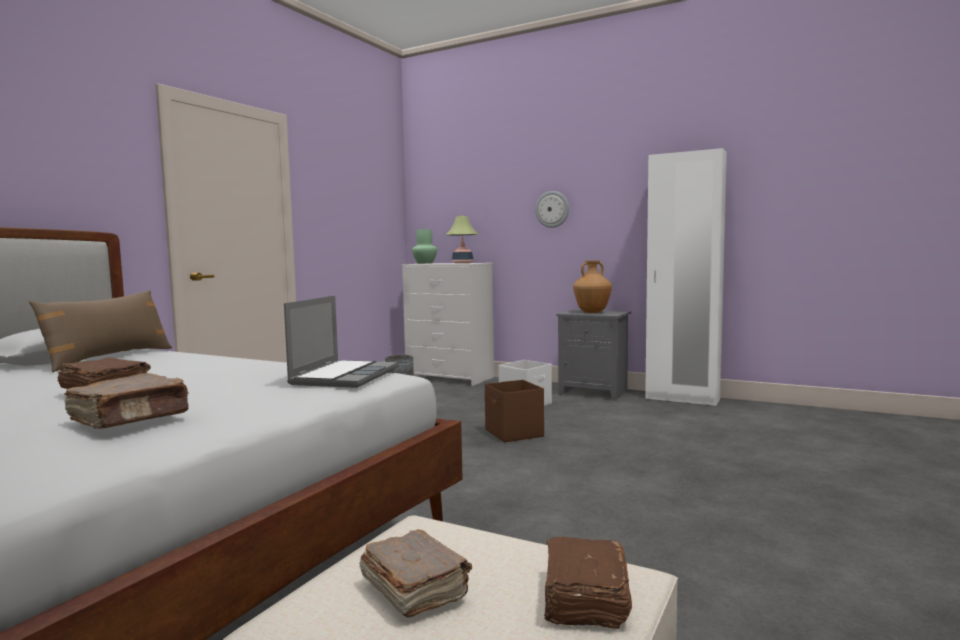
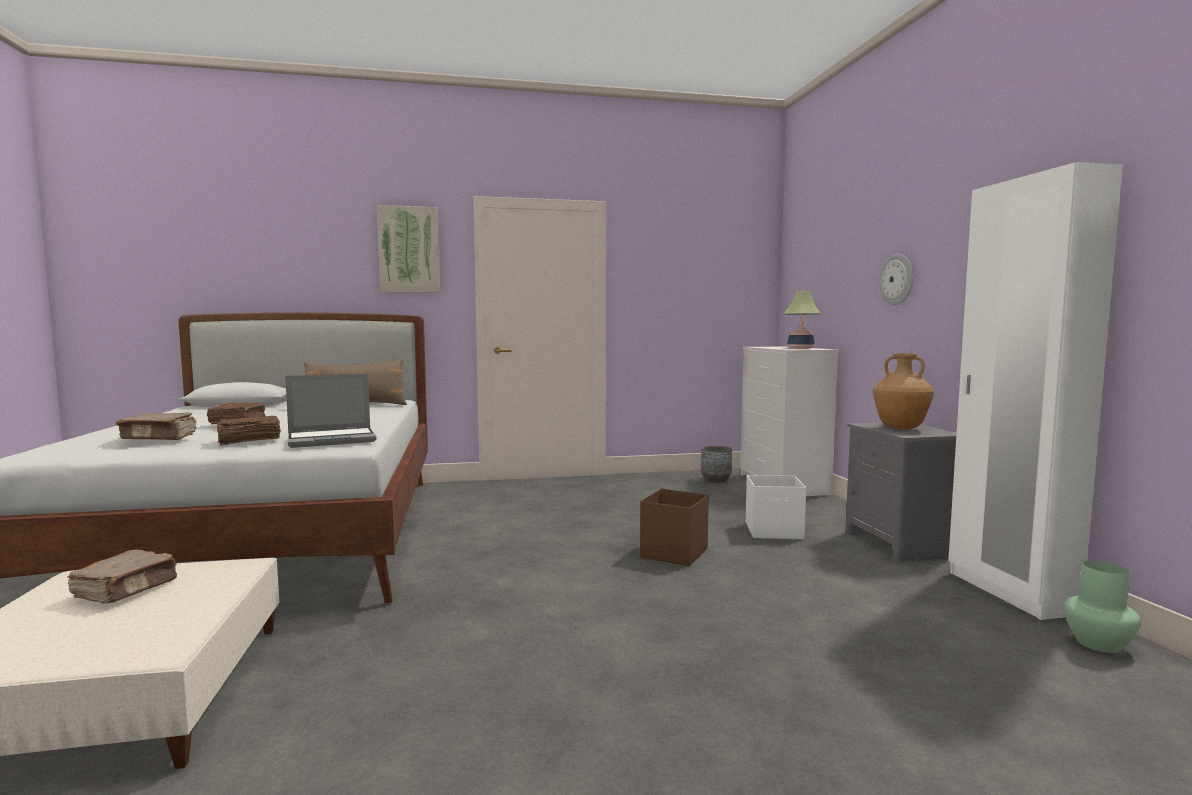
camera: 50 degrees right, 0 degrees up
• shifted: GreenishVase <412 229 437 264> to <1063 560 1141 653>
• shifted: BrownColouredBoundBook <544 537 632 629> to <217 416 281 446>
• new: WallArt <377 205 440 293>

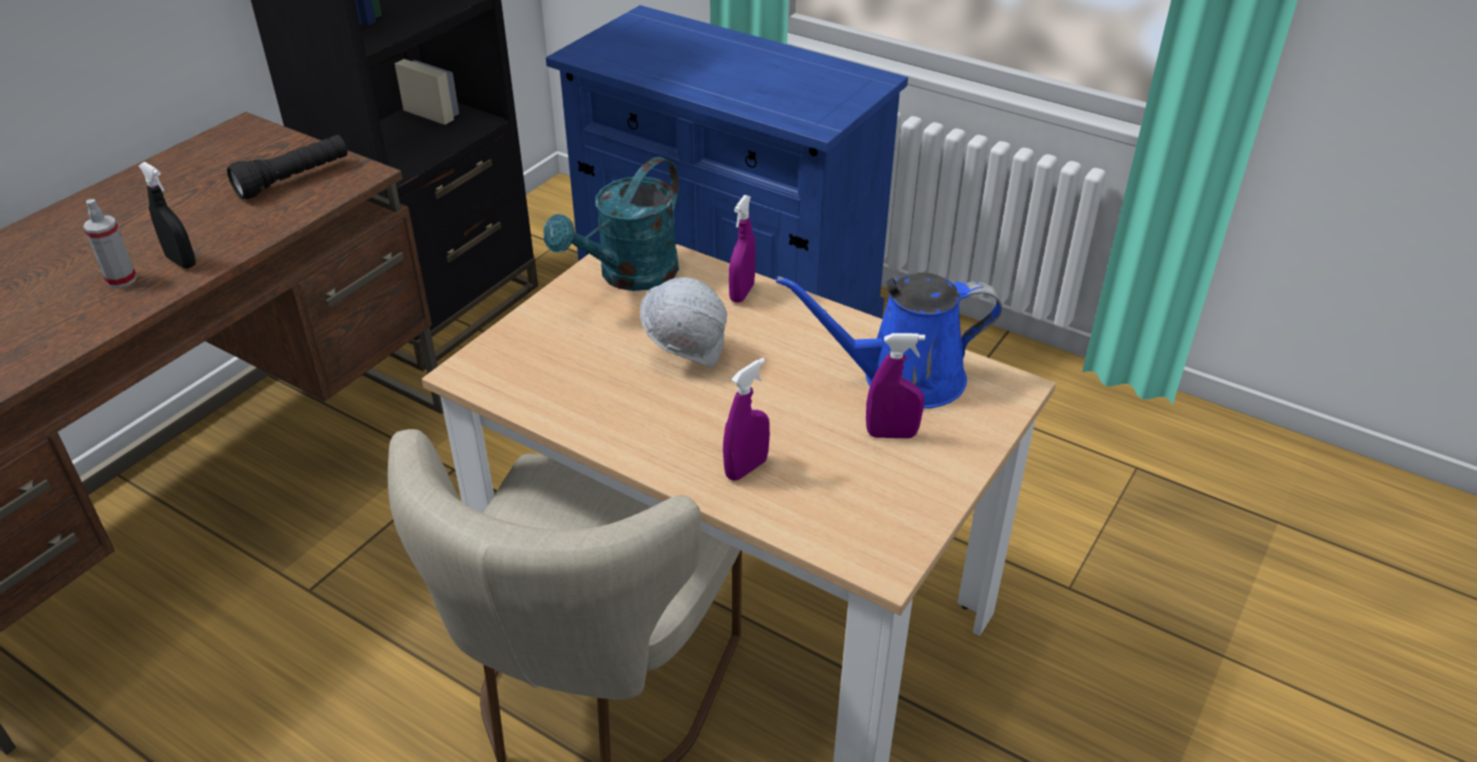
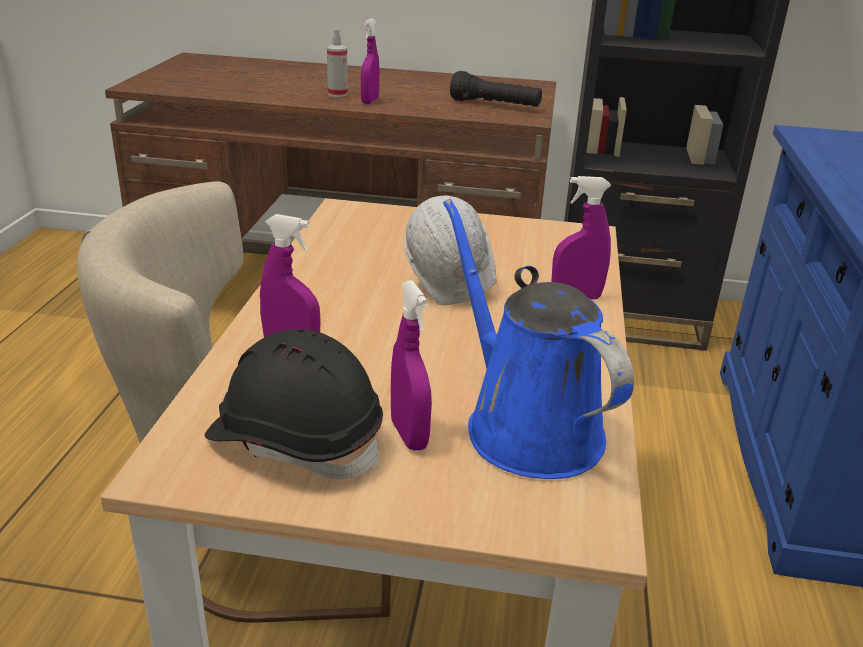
camera: 65 degrees right, 10 degrees down
• repainted: BlackColouredSprayBottle <139 162 196 268> to PurplishSprayBottle <361 18 379 104>
• gone: BlueGreenWateringCan <543 157 679 291>
• new: BlackColouredWorkHelmet <205 329 383 480>

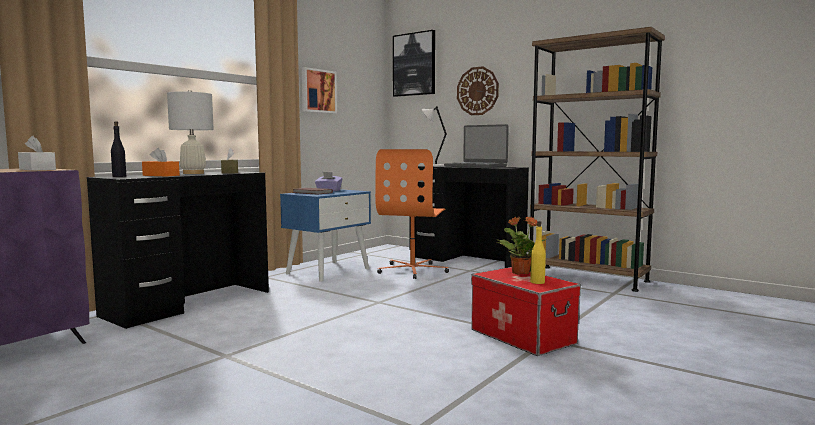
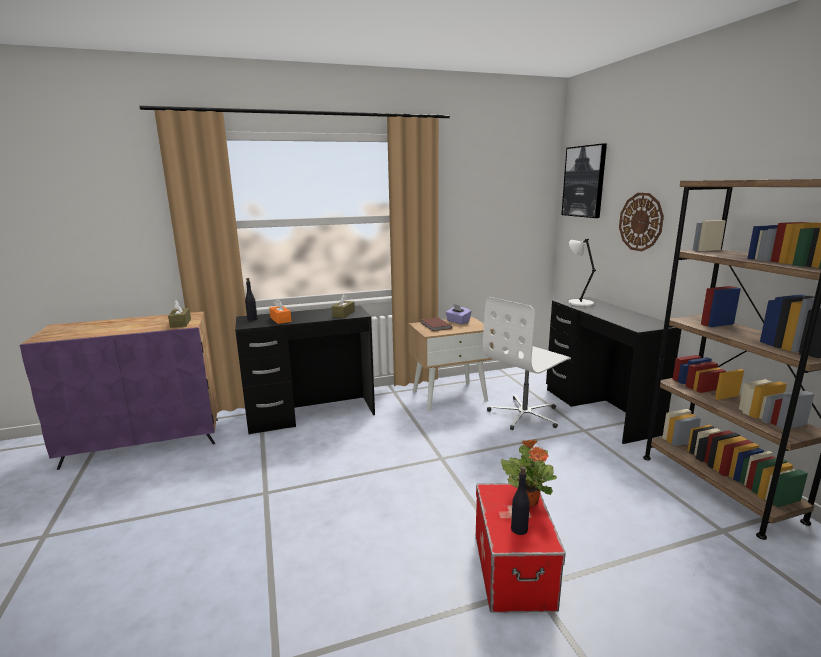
camera: 35 degrees right, 10 degrees up
• repainted: WhitishBoxOfTissues <18 136 56 171> to BrownColouredBoxOfTissues <168 301 191 328>
• gone: WhitishTableLamp <167 90 214 174>
• repainted: BlueColouredBedsideTable <280 189 371 282> to BeigeColouredBedsideTable <409 317 494 411>
• gone: WallArt <302 67 337 114>
• repainted: OrangeyOfficeChair <375 149 449 279> to WhitishOfficeChair <483 297 571 430>
• gone: PortableComputer <444 124 509 168>
• repainted: YellowishBeverageBottle <530 221 546 284> to BlackColouredBeverageBottle <511 467 530 535>

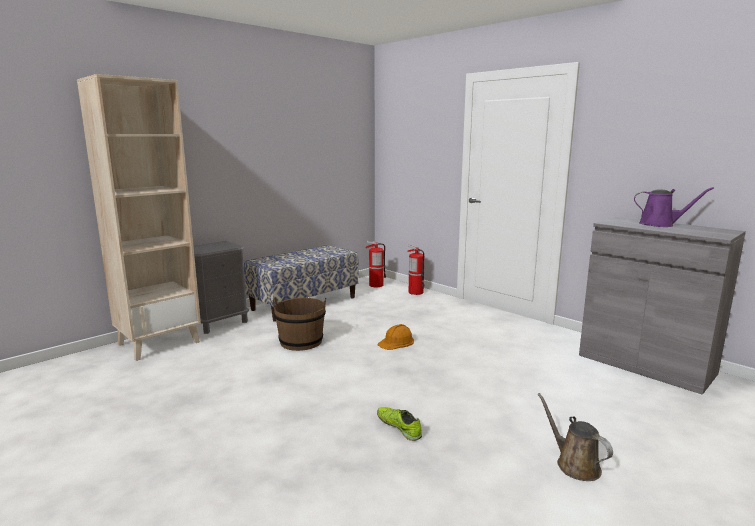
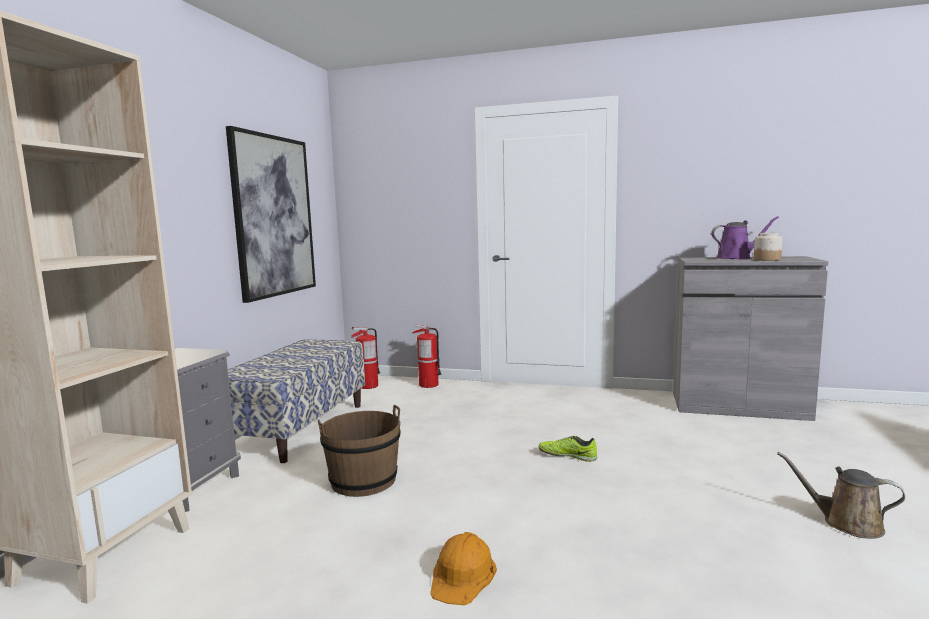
camera: 30 degrees left, 5 degrees down
• shifted: ItemOfFootwear <377 407 422 441> to <538 436 597 462>
• shifted: OrangeyWorkHelmet <378 324 414 350> to <430 532 497 605>
• new: WallArt <226 126 316 303>
• new: PreserveJar <754 233 783 261>

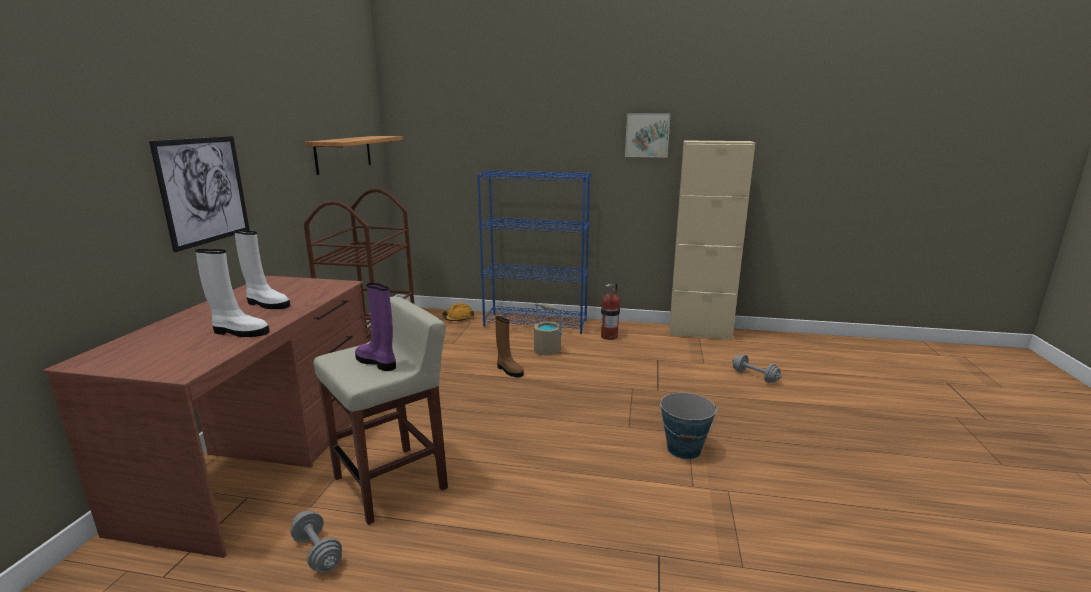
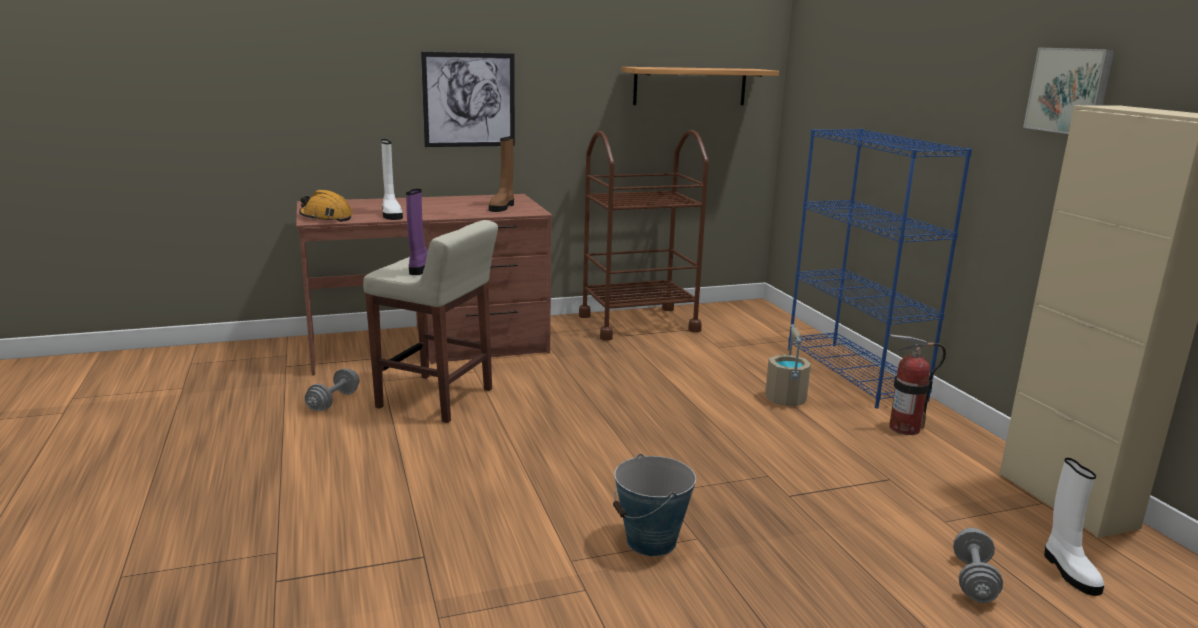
camera: 60 degrees right, 0 degrees up
• shifted: WhitishTallBoot <234 230 290 309> to <1044 458 1105 596>
• shifted: OrangeyWorkHelmet <442 303 474 321> to <299 190 353 222>
• shifted: BrownColouredTallBoot <496 316 524 378> to <489 136 514 212>

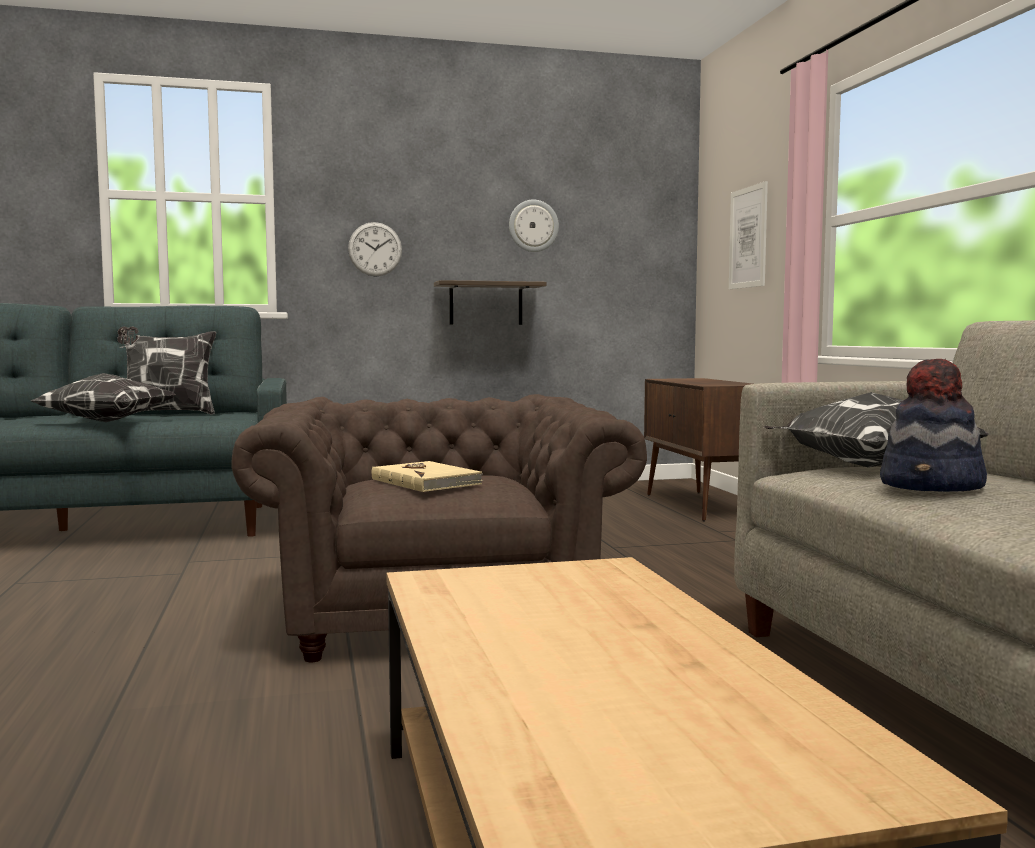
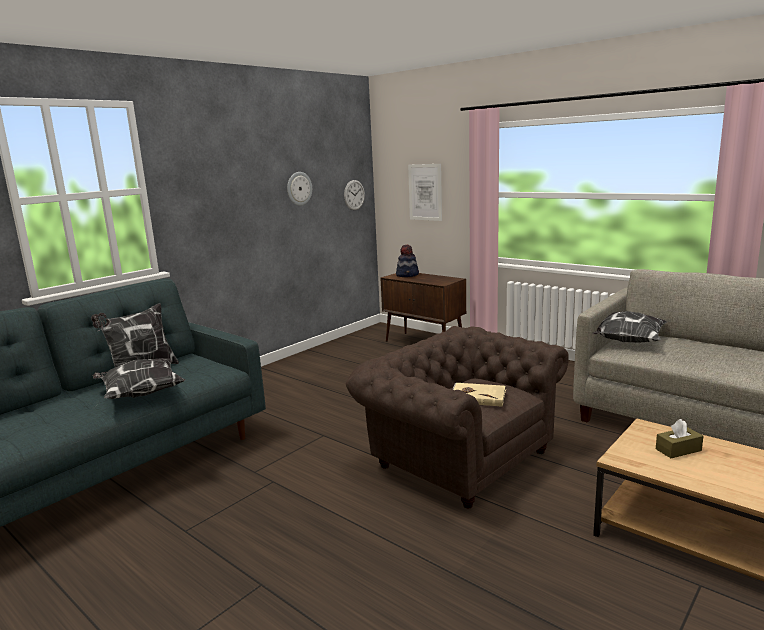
camera: 35 degrees left, 10 degrees up
• shifted: ClockOnTheWall <348 222 402 277> to <344 180 365 210>
• gone: Shelf <434 280 547 325>
• shifted: ClothingHat <880 359 987 492> to <396 245 419 277>
• new: BrownColouredBoxOfTissues <656 419 703 458>

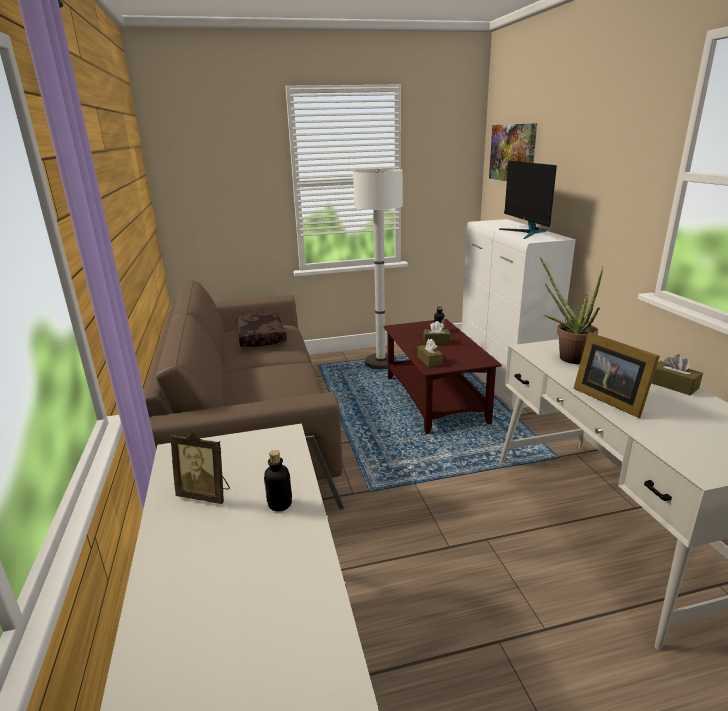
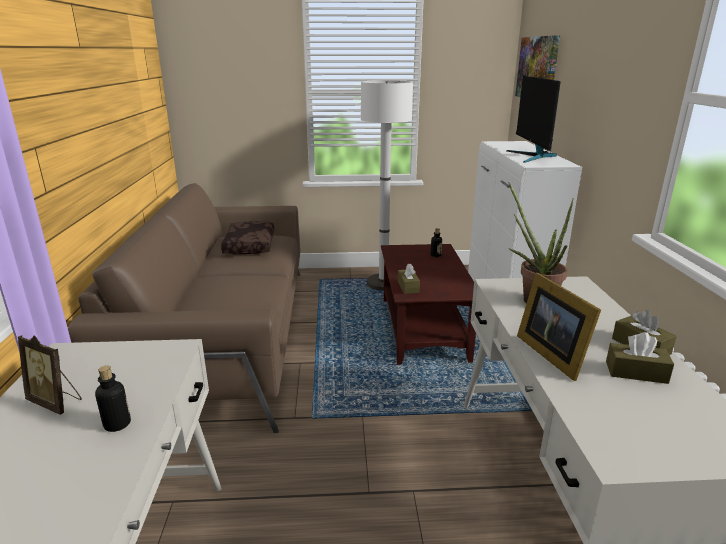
camera: 10 degrees right, 0 degrees up
• shifted: BrownColouredBoxOfTissues <423 321 451 345> to <606 332 674 384>

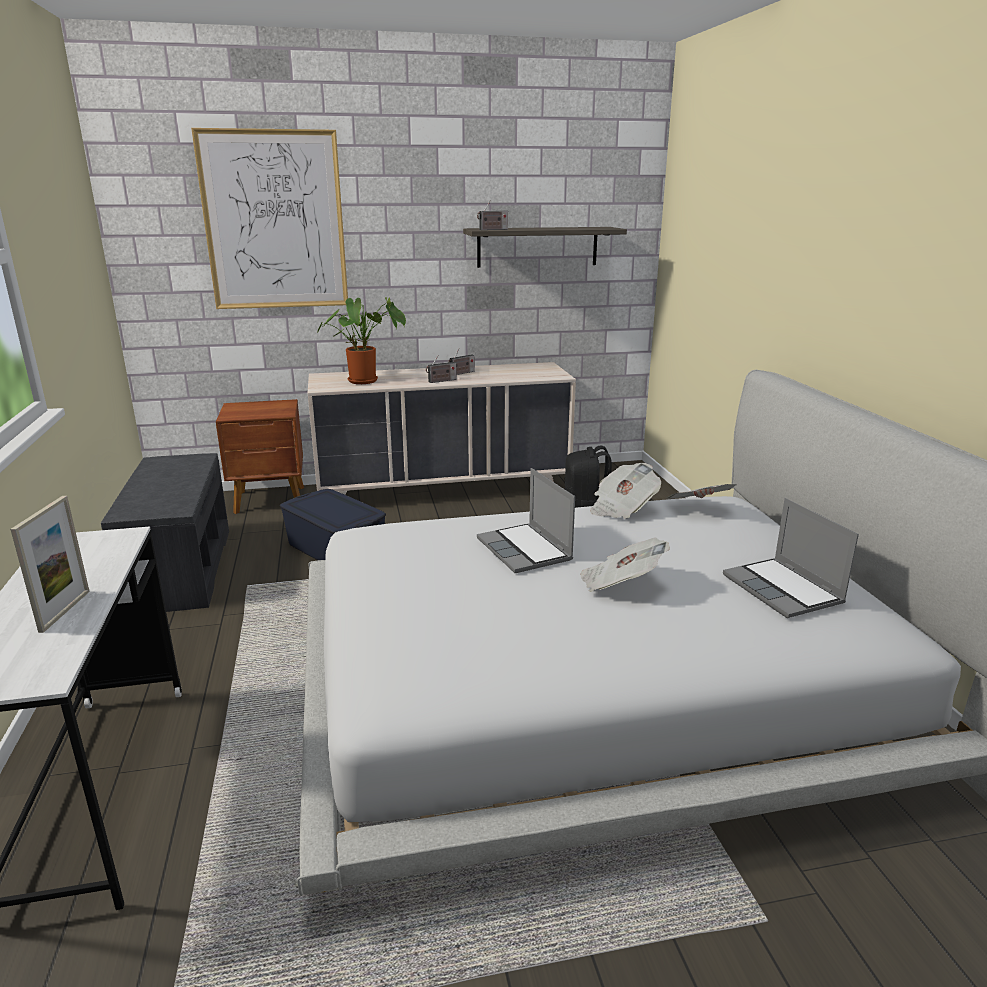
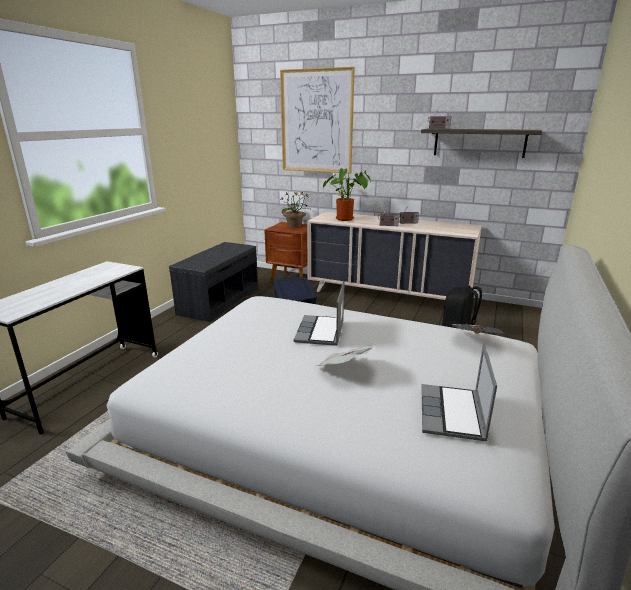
camera: 35 degrees right, 0 degrees up
• gone: PictureFrame <10 496 90 633>
• gone: DailyPaper <590 463 661 519>
• new: PlantInAPot <280 192 310 228>

